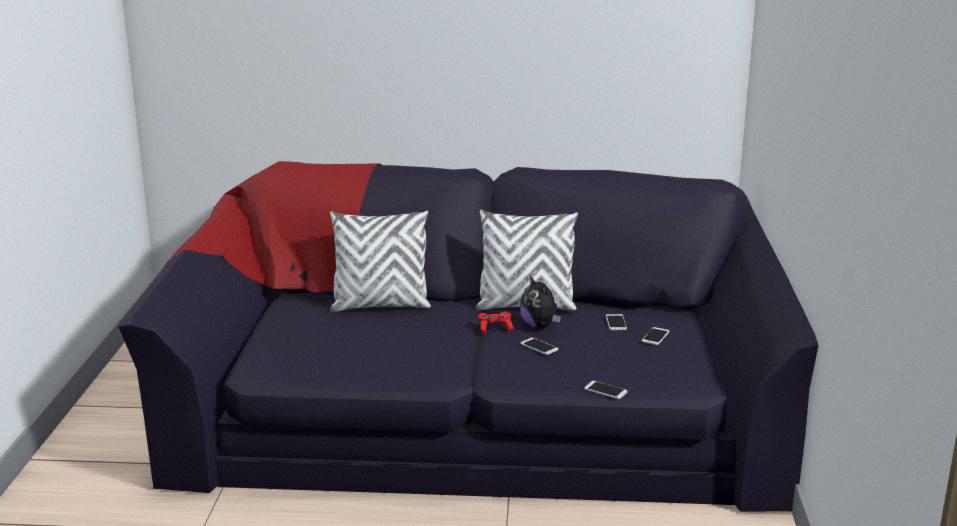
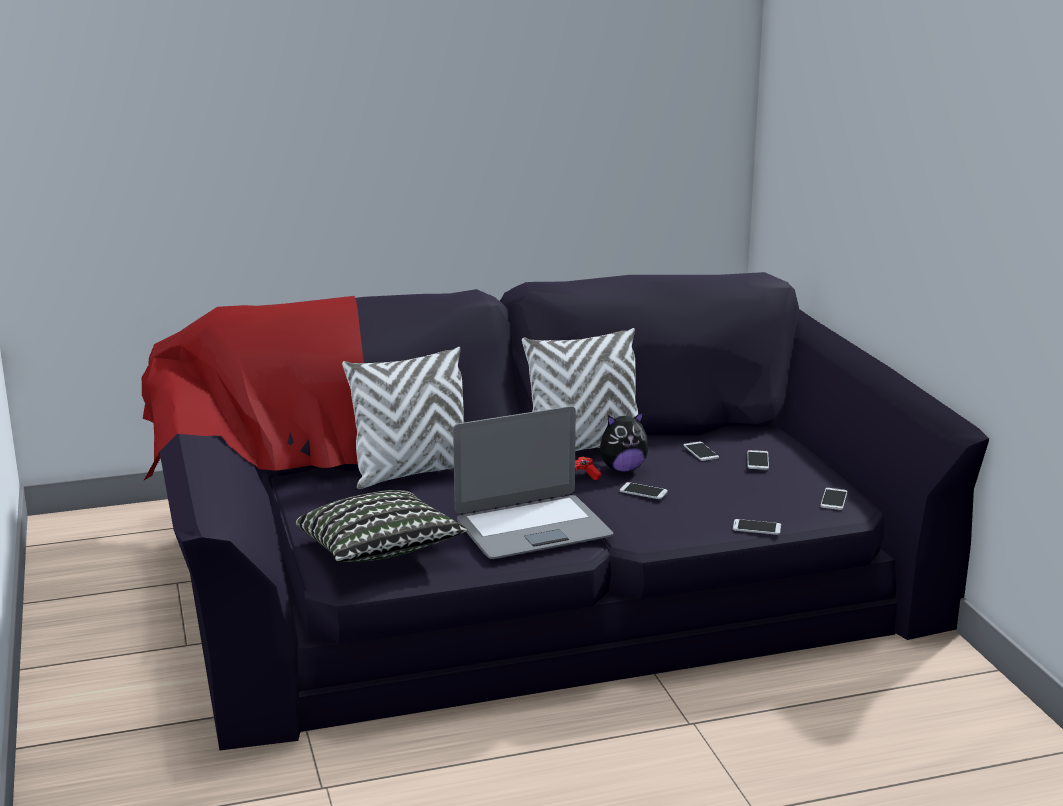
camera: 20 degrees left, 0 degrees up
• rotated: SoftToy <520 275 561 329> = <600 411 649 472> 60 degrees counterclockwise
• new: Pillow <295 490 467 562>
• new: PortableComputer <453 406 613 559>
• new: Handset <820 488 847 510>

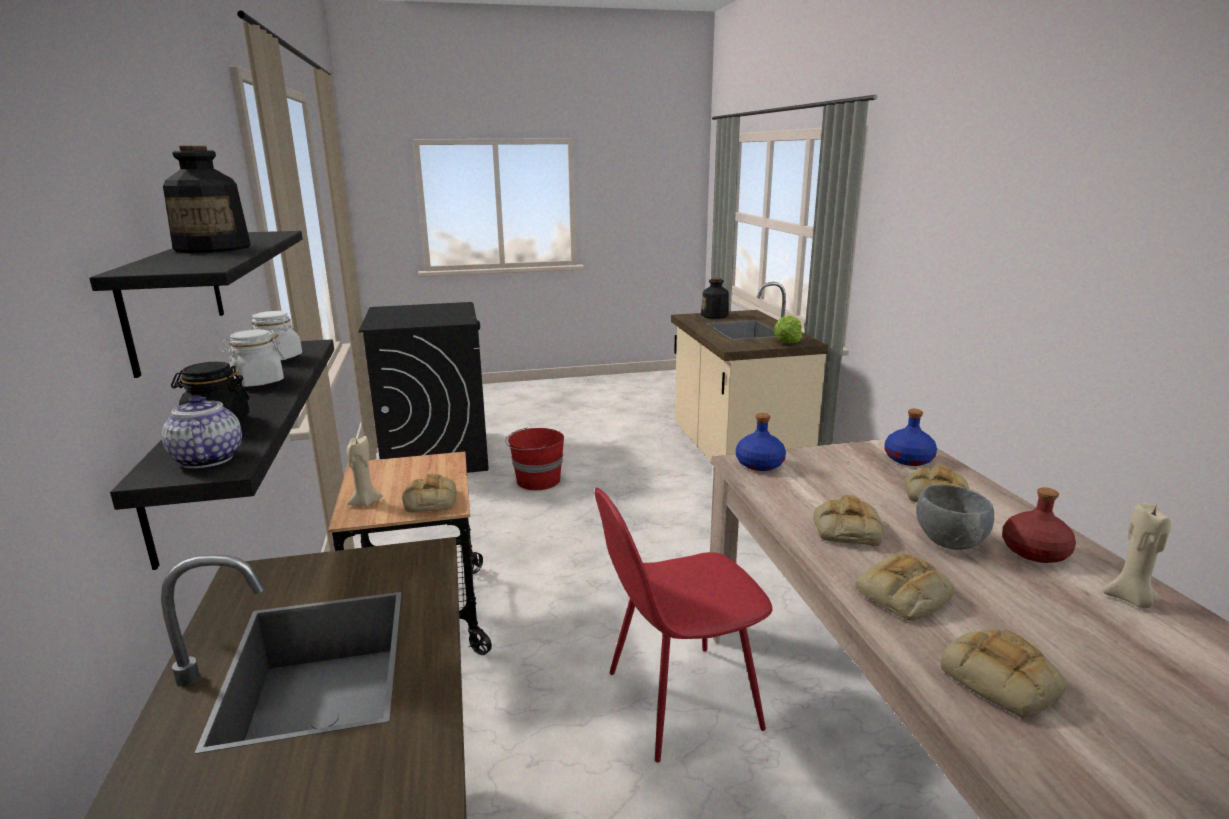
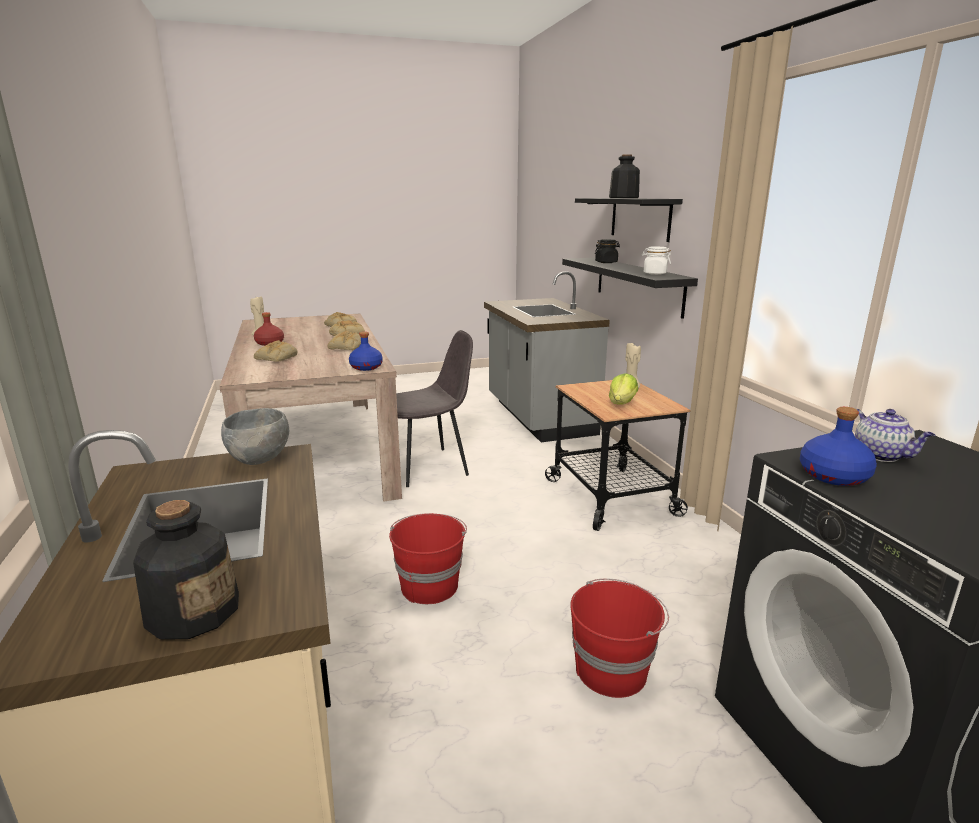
camera: 175 degrees right, 0 degrees up
• shifted: PotForTea <162 395 242 468> to <854 409 936 462>
• gone: WhitishPreserveJar <220 329 285 387>
• gone: BakedBread <402 474 457 512>
• repainted: RedUprightChair <594 487 773 762> to GreyUprightChair <396 330 473 487>
• shifted: LettuceHead <774 316 802 343> to <609 373 638 405>
• shifted: BlueColouredBeverageBottle <884 409 937 466> to <800 407 877 486>
• shifted: GreyDeepDish <916 485 994 550> to <221 408 289 465>
• new: RedWaterBucket <389 513 467 604>

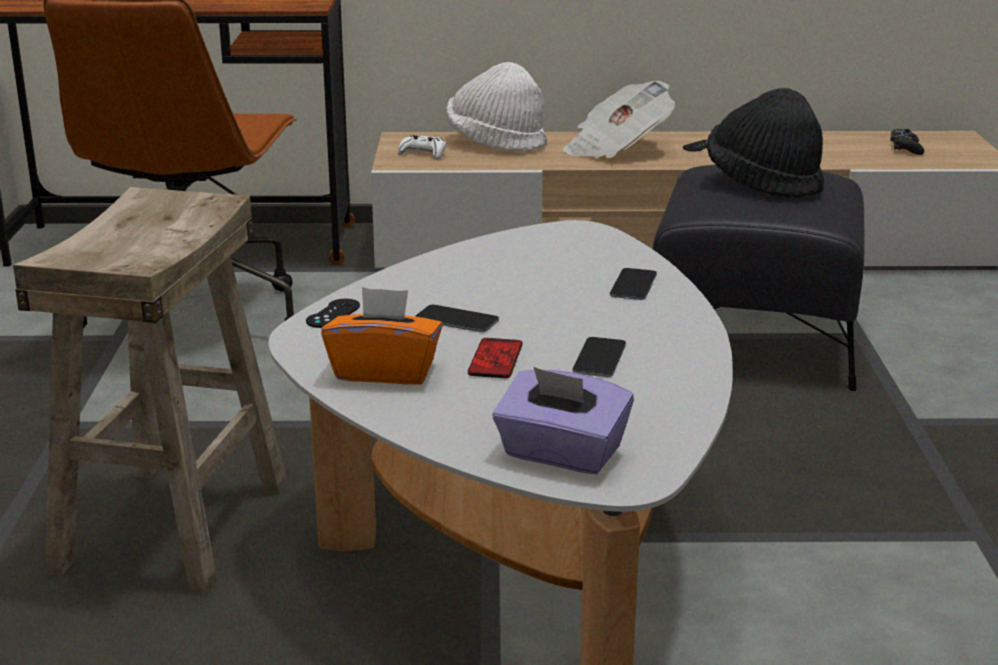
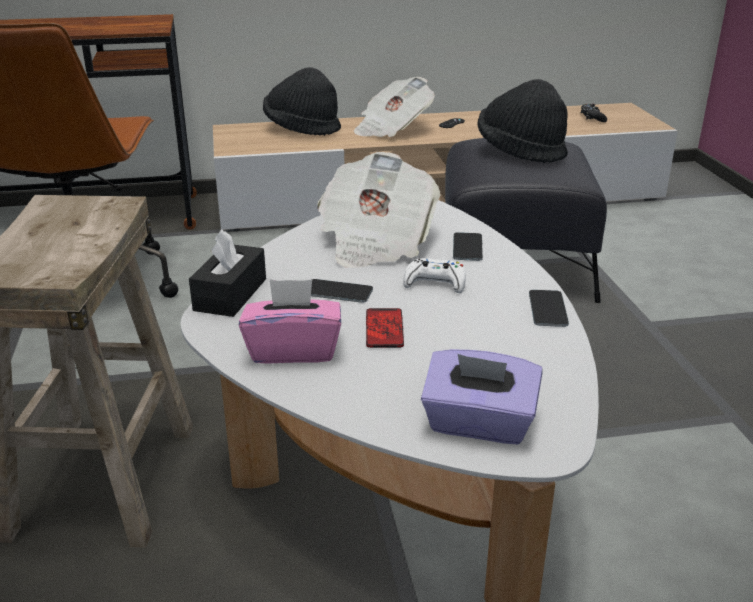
camera: 10 degrees left, 5 degrees up
• swapped: BlackColouredGamepad <306 299 360 328> to BlackColouredBoxOfTissues <189 229 266 317>
• repainted: OrangeyBoxOfTissues <321 287 443 385> to PinkBoxOfTissues <239 279 341 364>
• shifted: WhitishGamepad <398 135 446 159> to <403 258 466 293>
• repainted: WhitishClothingHat <446 62 548 153> to BlackColouredClothingHat <263 67 341 136>
• shifted: Handset <572 337 626 377> to <529 290 569 327>
• new: DailyPaper <317 152 440 268>

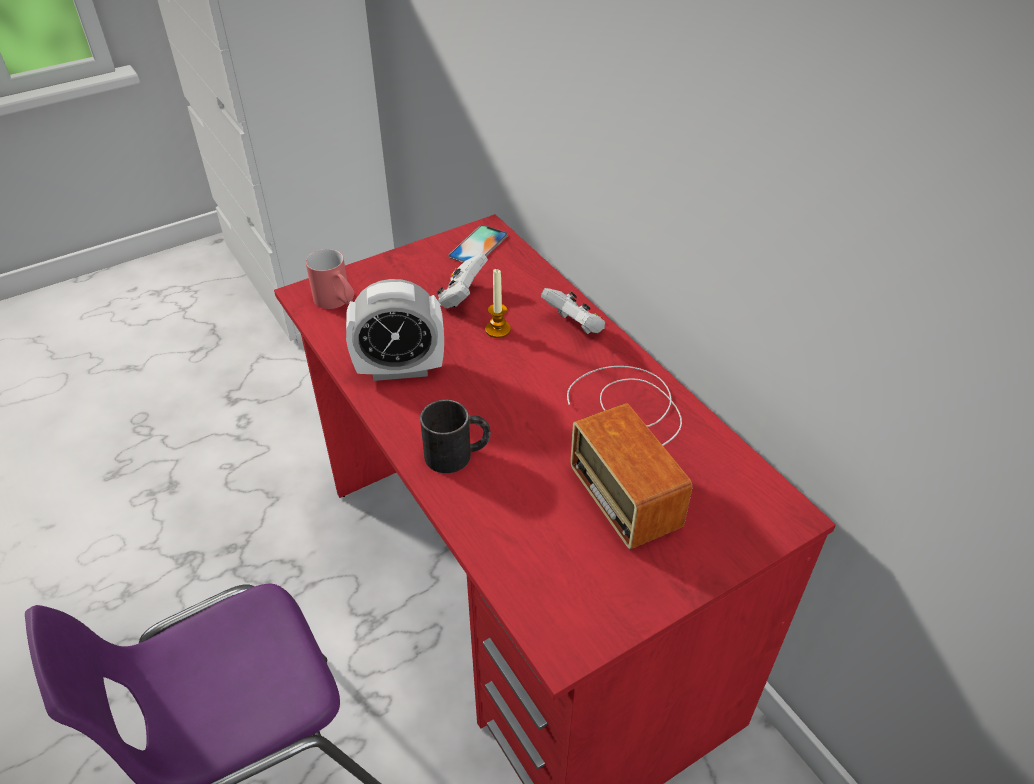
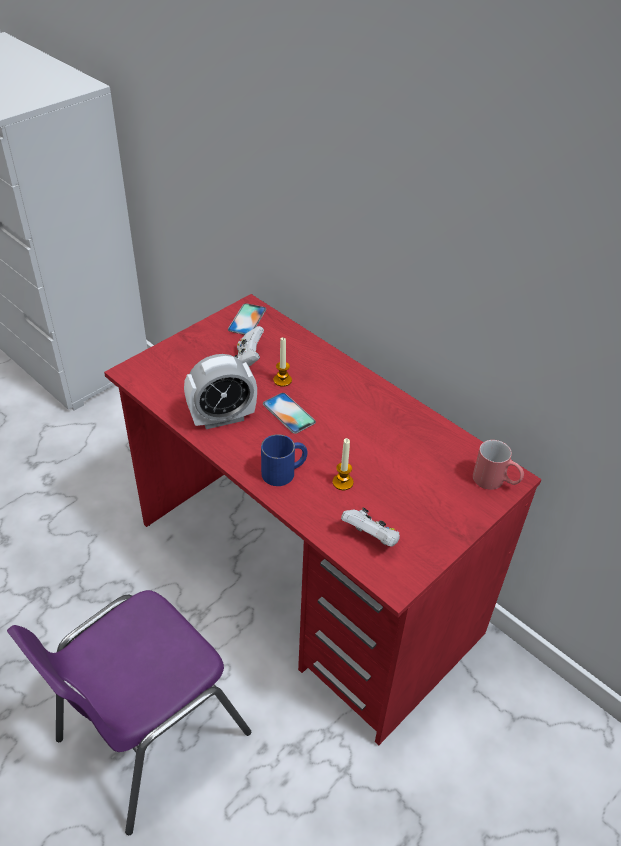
camera: 15 degrees left, 0 degrees up
• shifted: RedMug <306 249 354 309> to <473 440 524 490>
• repainted: BlackColouredMug <420 400 491 473> to BlueColouredMug <261 434 308 486>
• shifted: WhitishGamepad <541 288 605 334> to <341 508 400 547>
• gone: RadioSet <567 366 693 549>
• new: Handset <263 393 316 434>
• new: WaxCandle <333 438 354 490>

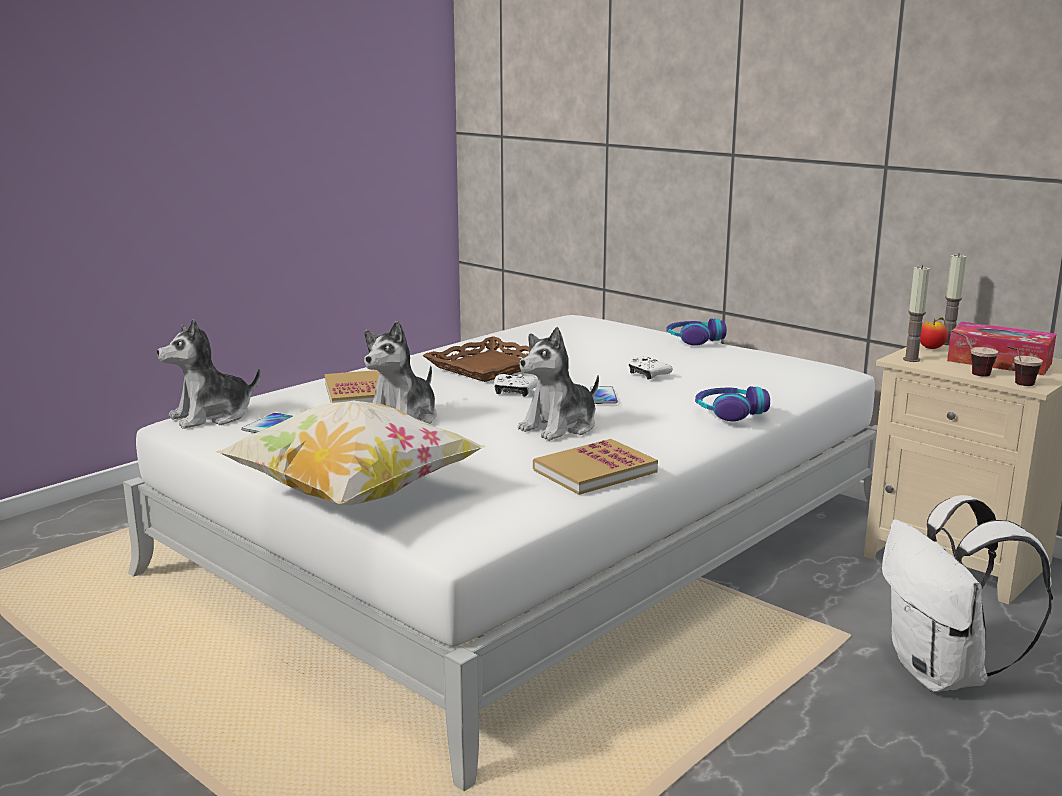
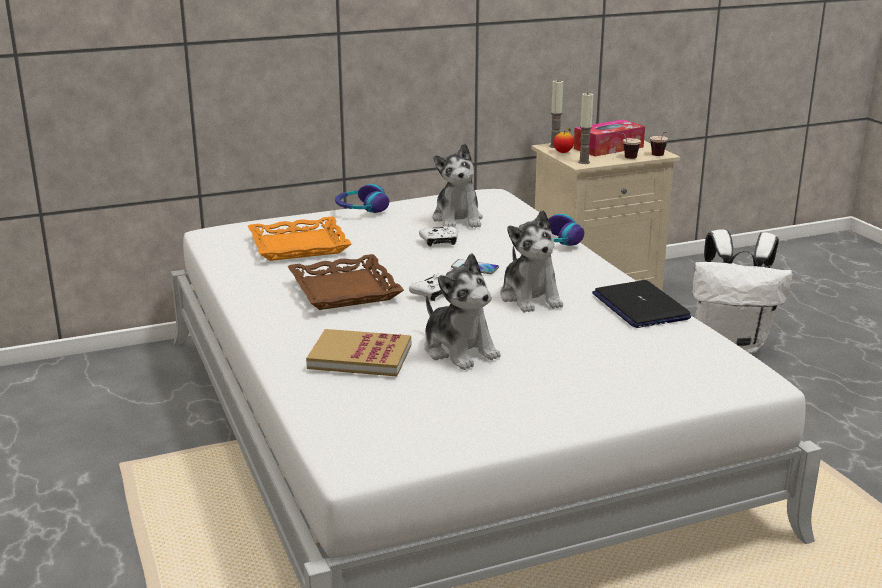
camera: 65 degrees left, 5 degrees up
• shifted: SoftToy <157 319 261 429> to <433 143 482 228>
• gone: Pillow <216 401 486 506>
• gone: Handset <241 413 293 433>
• swapped: BoundBook <533 439 658 495> to PortableComputer <592 280 691 328>
• new: OrangeyTray <248 216 352 261>

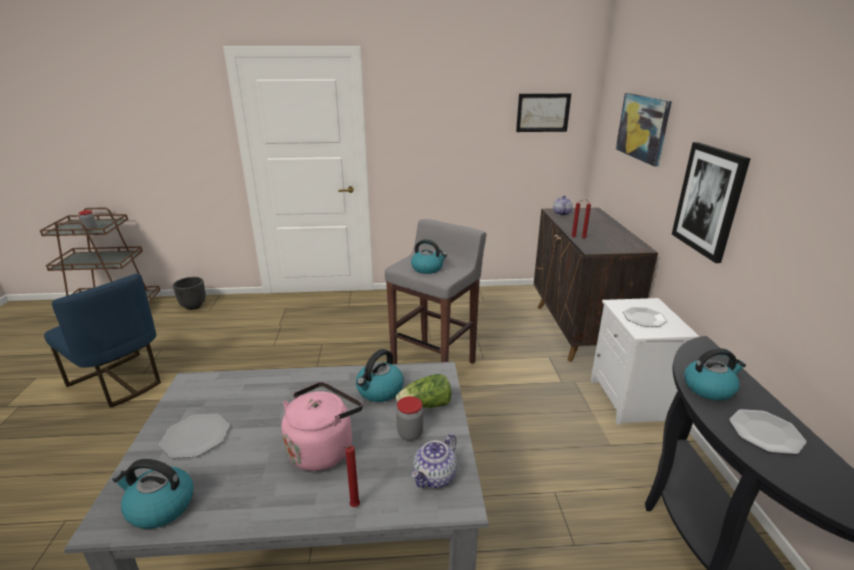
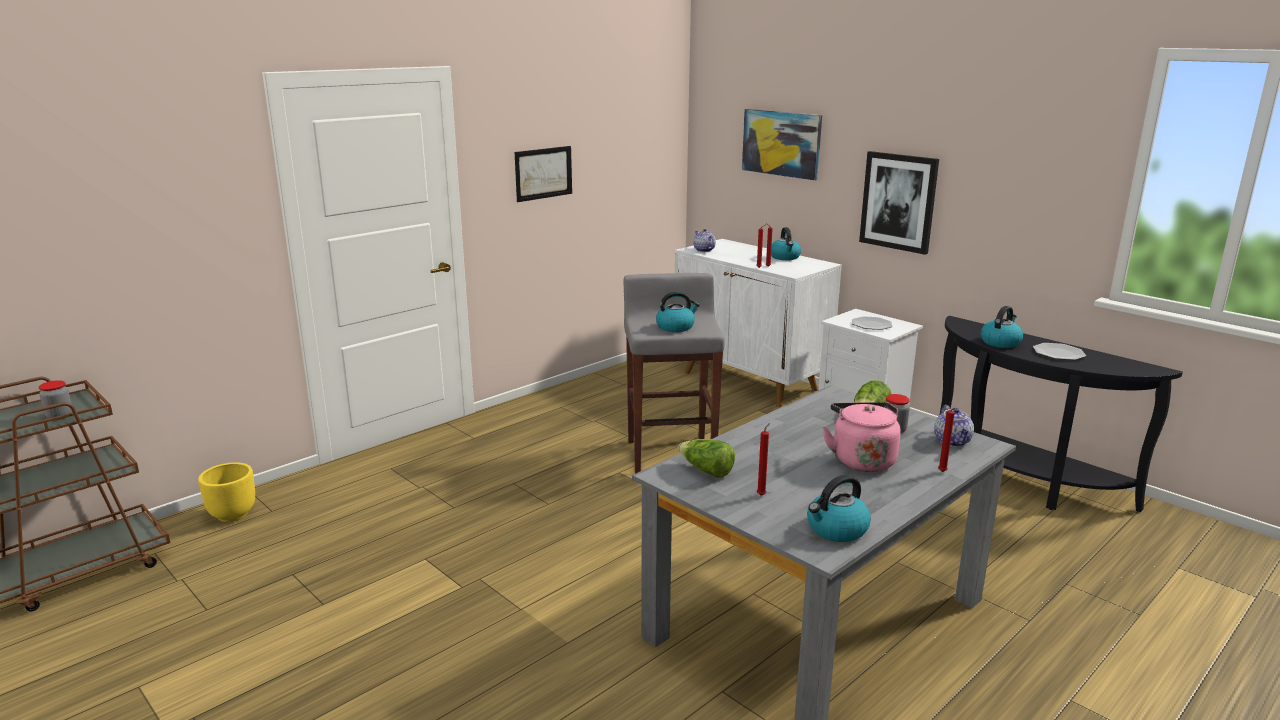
camera: 40 degrees left, 5 degrees down
• gone: BlueColouredUprightChair <44 273 161 408>
• swapped: DinnerPlate <159 414 230 458> to RedWaxCandle <757 423 770 496>
• repainted: BlackColouredFlowerPot <173 277 206 310> to YellowishFlowerPot <198 462 255 522>
• shifted: TeaKettle <356 349 404 402> to <771 227 801 260>
• shifted: WallArt <516 93 571 132> to <515 146 572 202>
• repainted: BrownColouredCabinet <534 207 658 362> to WhitishCabinet <675 239 842 407>
• new: LettuceHead <678 439 735 478>

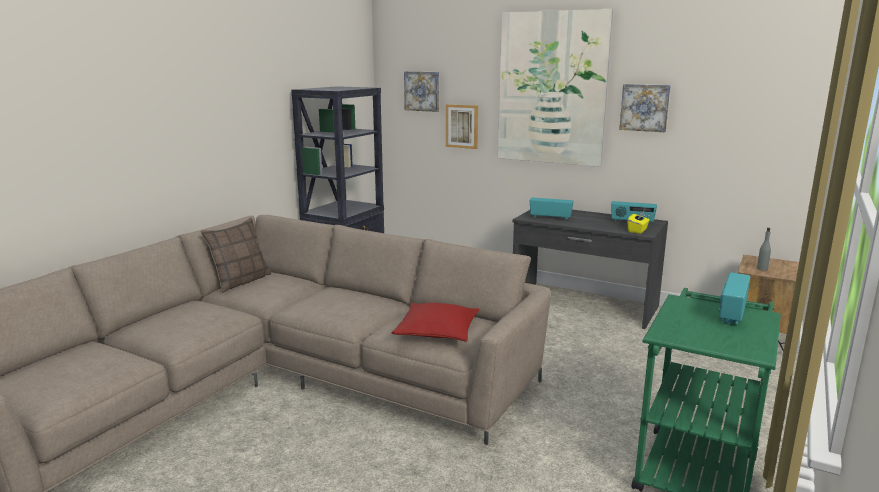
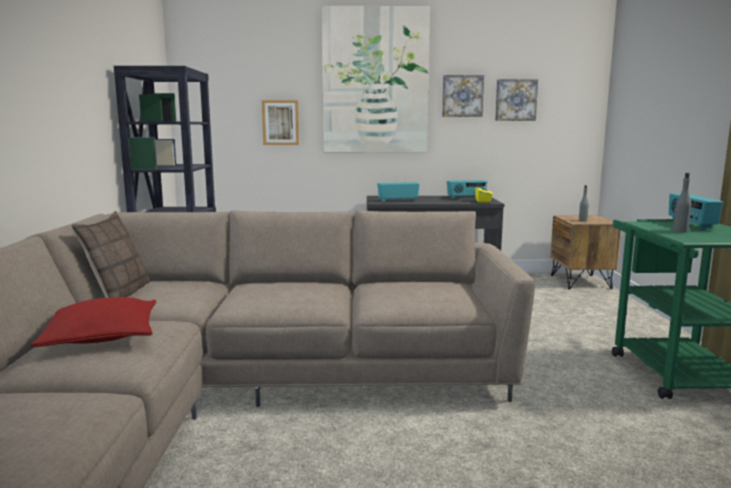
camera: 30 degrees left, 5 degrees down
• shifted: RedPillow <391 303 479 342> to <31 297 156 347>
• shifted: WallArt <404 71 439 112> to <495 79 538 121>
• new: GreyBeverageBottle <673 173 691 232>

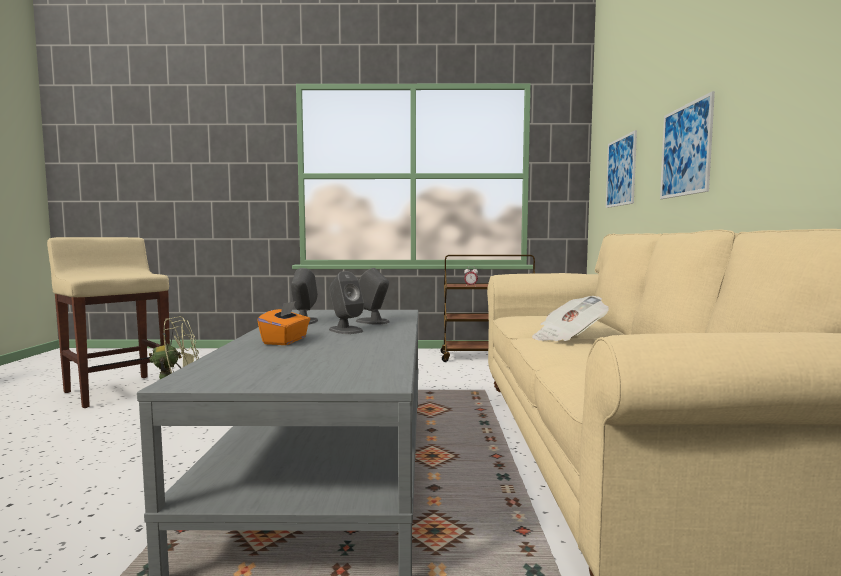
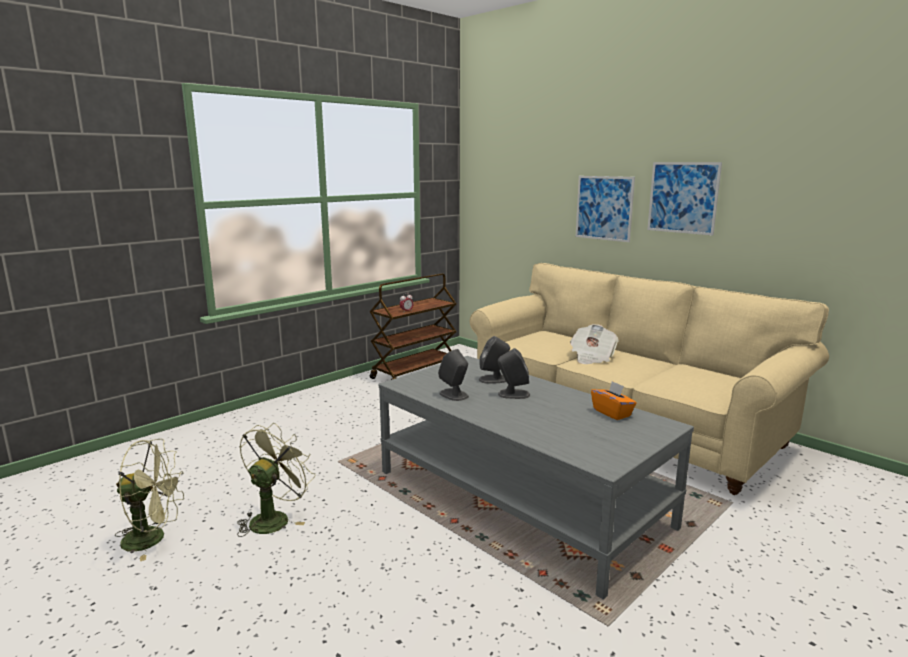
camera: 45 degrees left, 10 degrees up
• swapped: BeigeColouredStoolSeat <47 237 170 408> to GreenishFan <115 439 184 561>
• shifted: OrangeyBoxOfTissues <257 301 310 345> to <591 381 637 420>
• shifted: WallArt <606 130 637 208> to <647 162 722 236>

